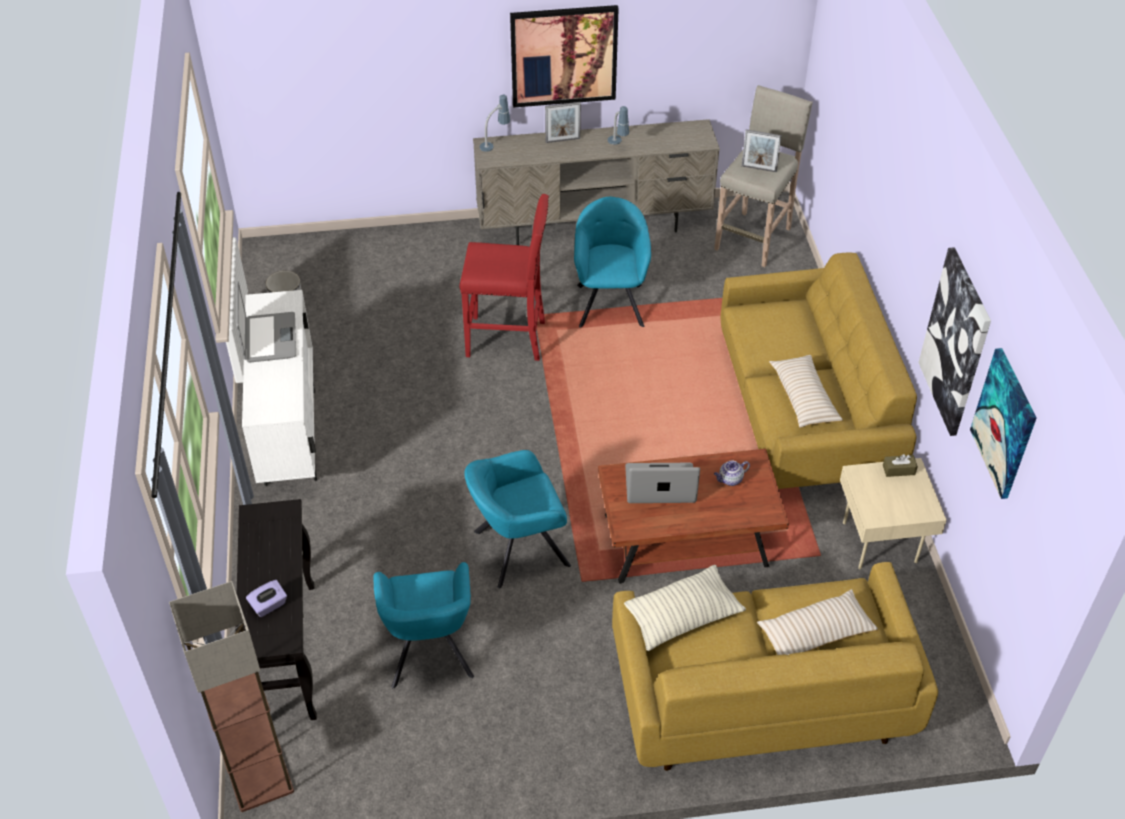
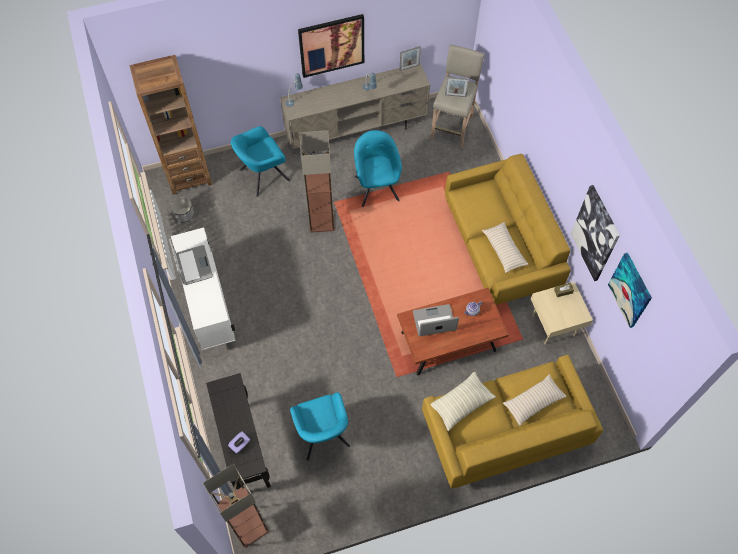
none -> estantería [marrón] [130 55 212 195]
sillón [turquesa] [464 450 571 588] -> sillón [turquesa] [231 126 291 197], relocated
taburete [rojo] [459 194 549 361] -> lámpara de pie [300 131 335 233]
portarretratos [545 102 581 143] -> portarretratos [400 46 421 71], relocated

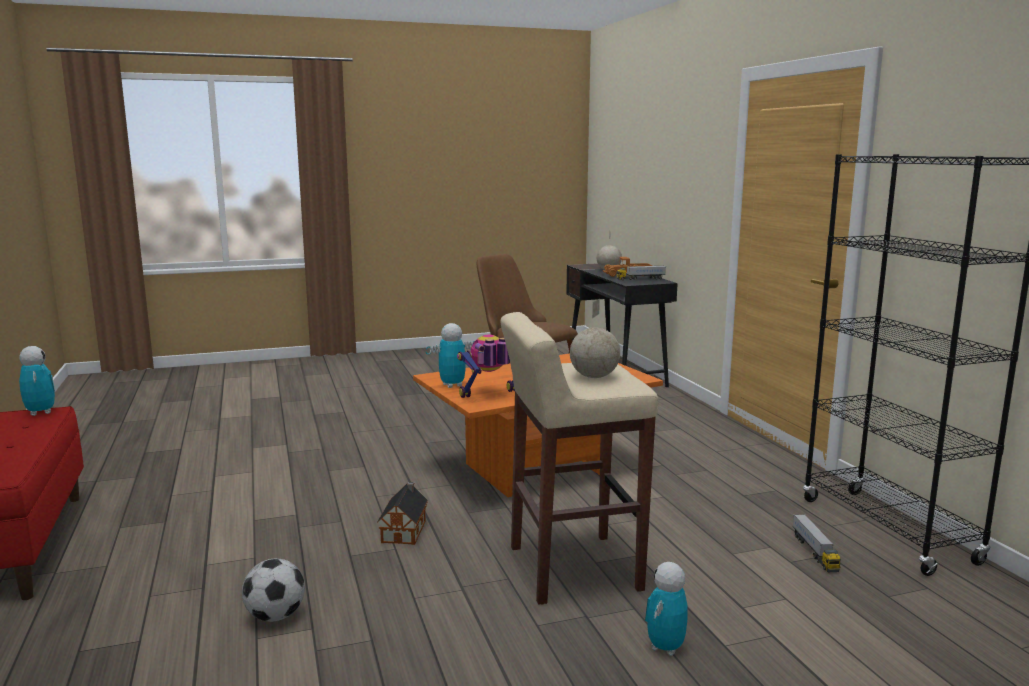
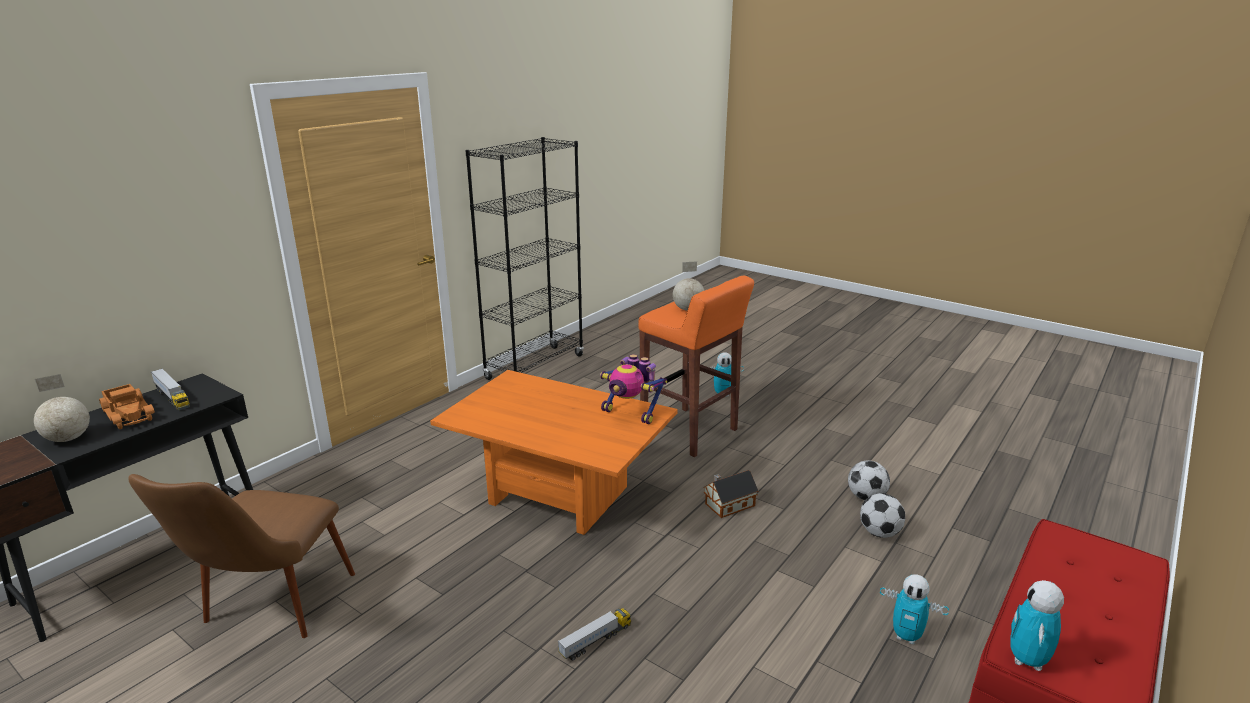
camión de juguete [793 514 841 572] -> camión de juguete [558 609 631 661], relocated
taburete [beis] [500 312 659 605] -> taburete [naranja] [638 276 754 457]
none -> balón de fútbol [860 493 905 538]
robot de juguete [426 323 474 388] -> robot de juguete [880 574 949 645], relocated

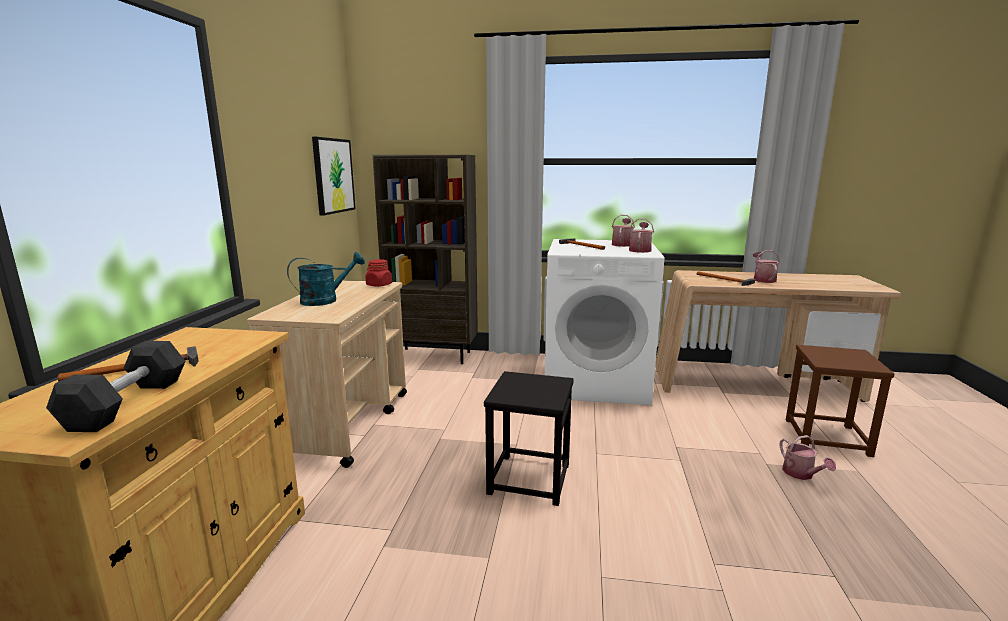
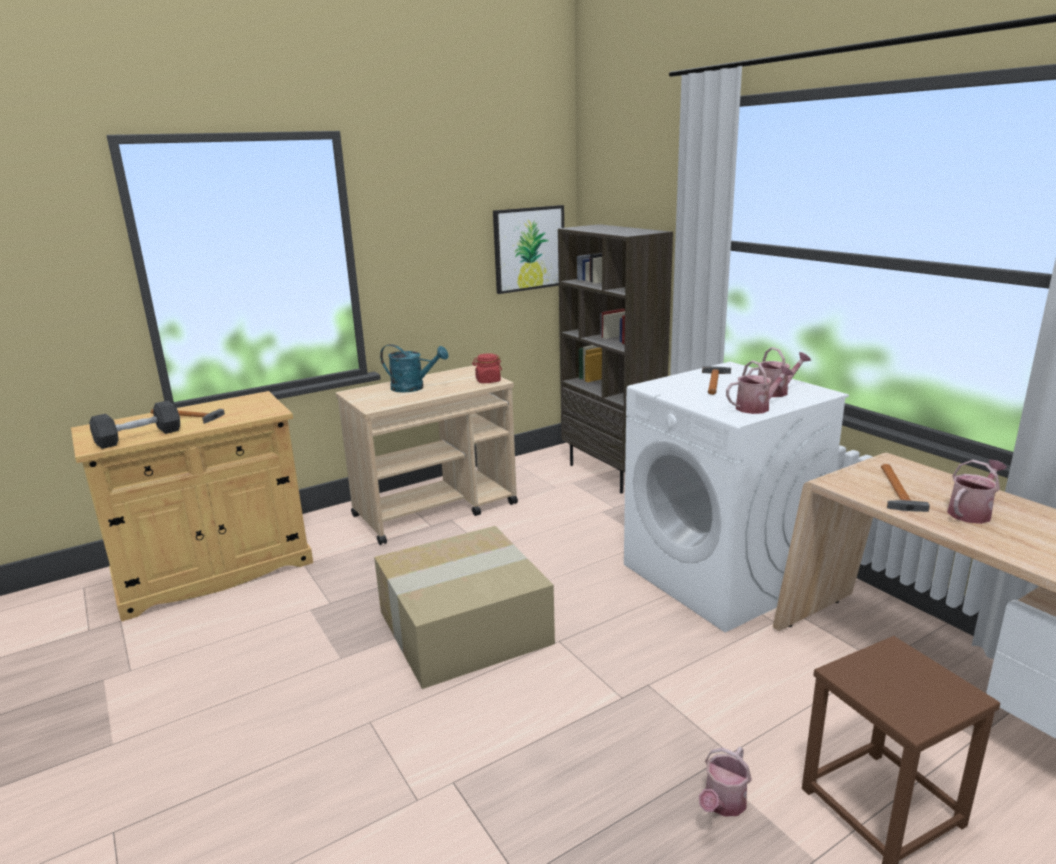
taburete [negro] [484 371 574 506] -> caja de cartón [374 526 555 689]

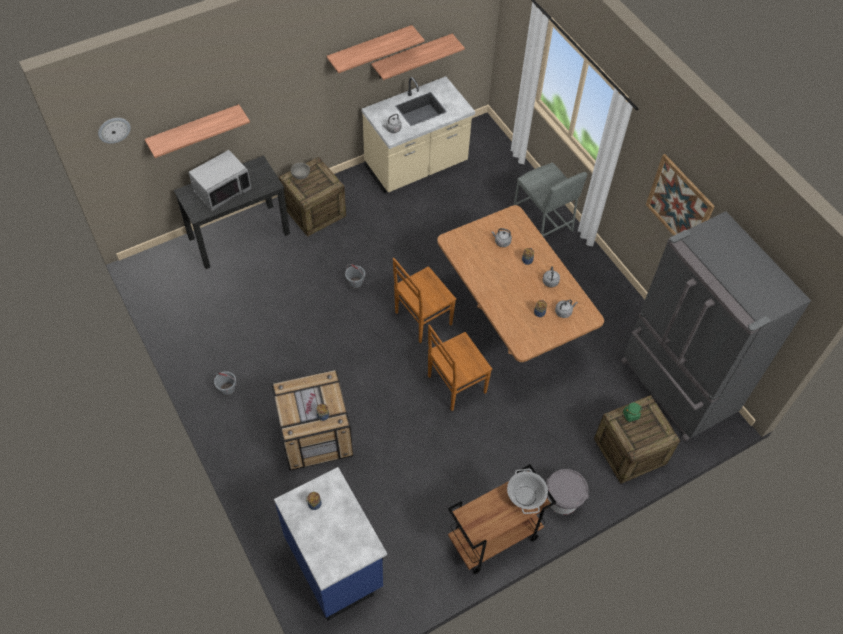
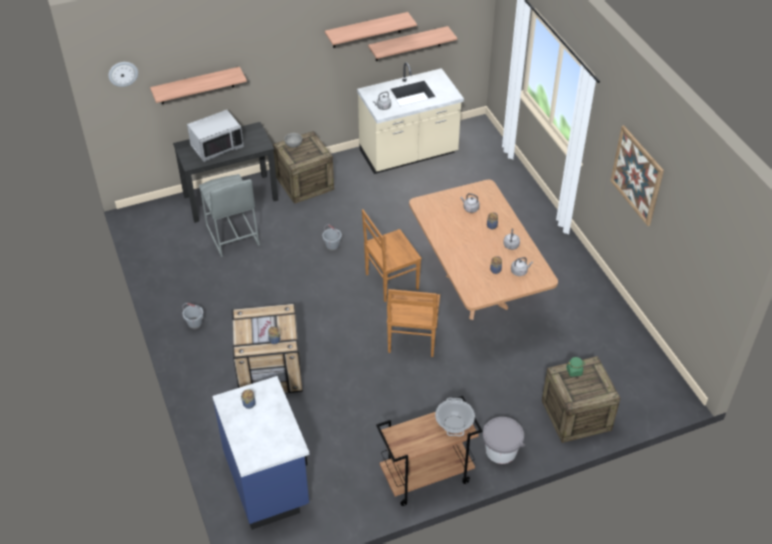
taburete [gris] [514 162 587 237] -> taburete [gris] [199 174 260 257], relocated
silla [marrón] [428 324 492 411] -> silla [marrón] [387 289 440 357], 60 degrees counterclockwise
nevera [gris] [621 211 811 441] -> none

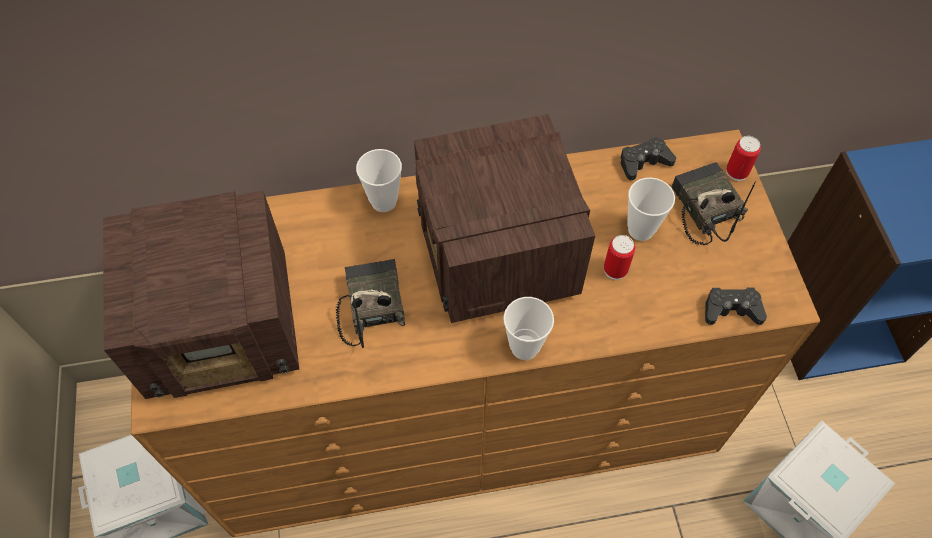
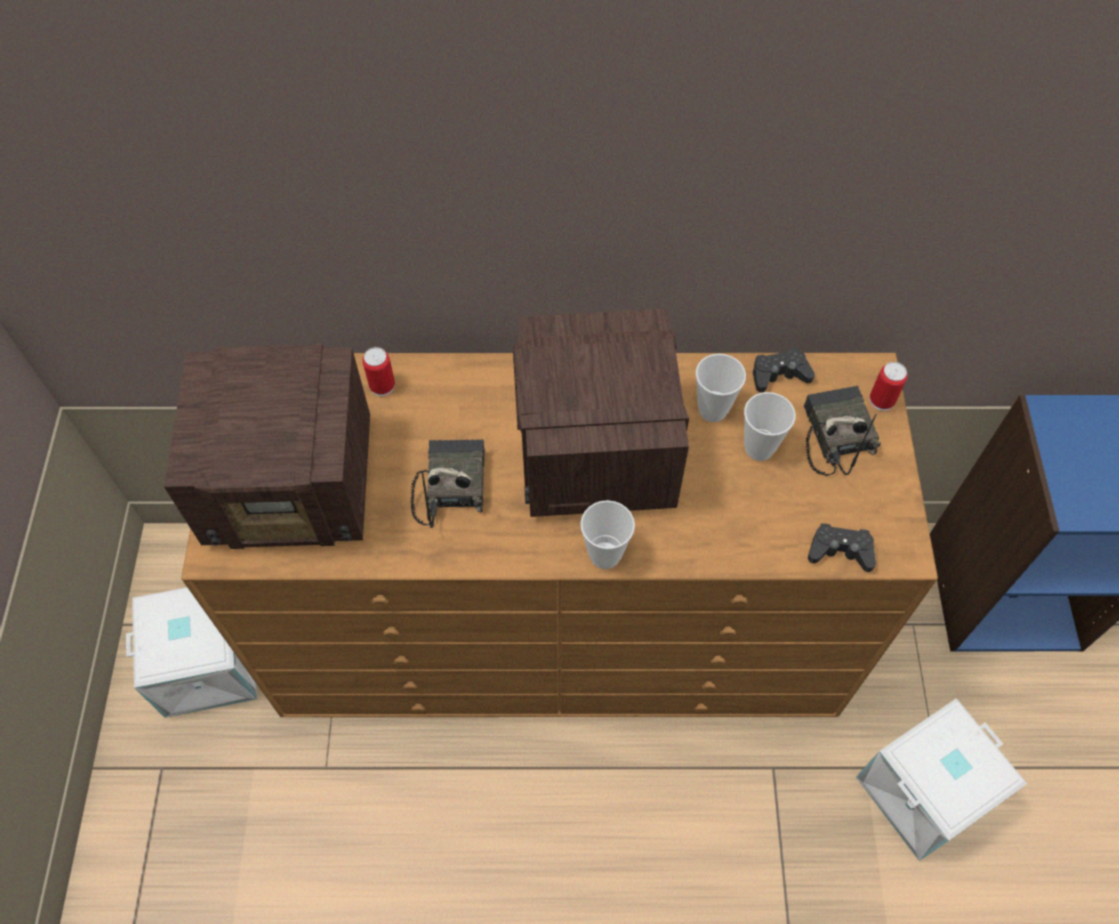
lata [604 235 635 280] -> lata [363 347 395 396], relocated
taza [356 149 402 212] -> taza [696 354 746 422], relocated

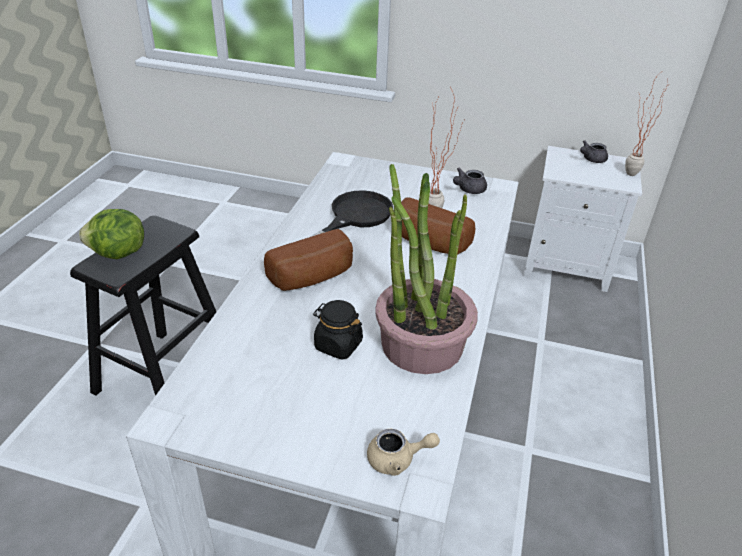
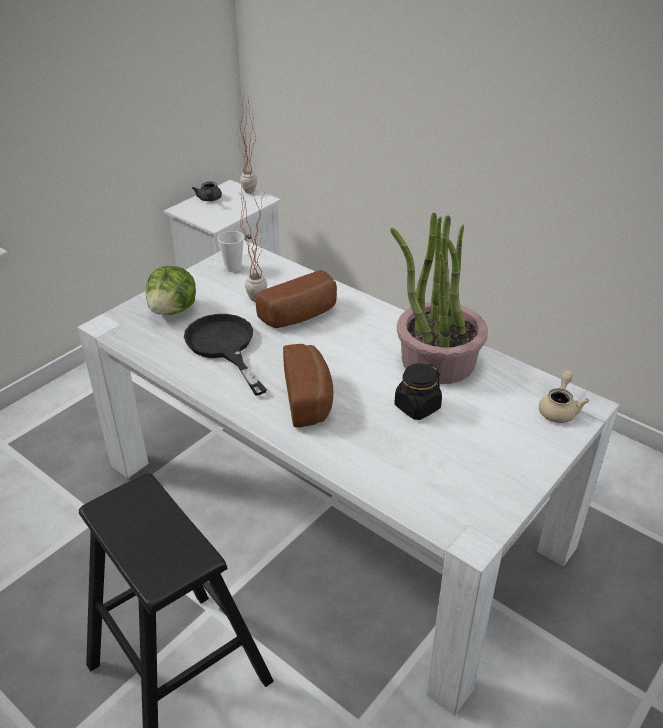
lechuga [79 209 144 259] -> lechuga [146 266 196 315], relocated
tetera [gris] [453 168 487 194] -> taza [217 231 244 272]

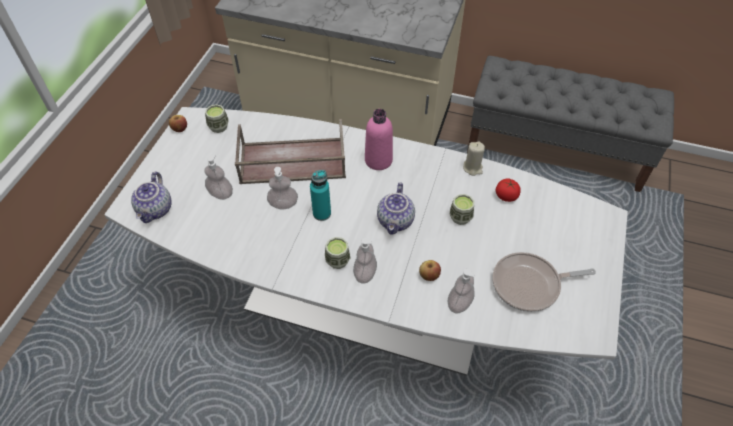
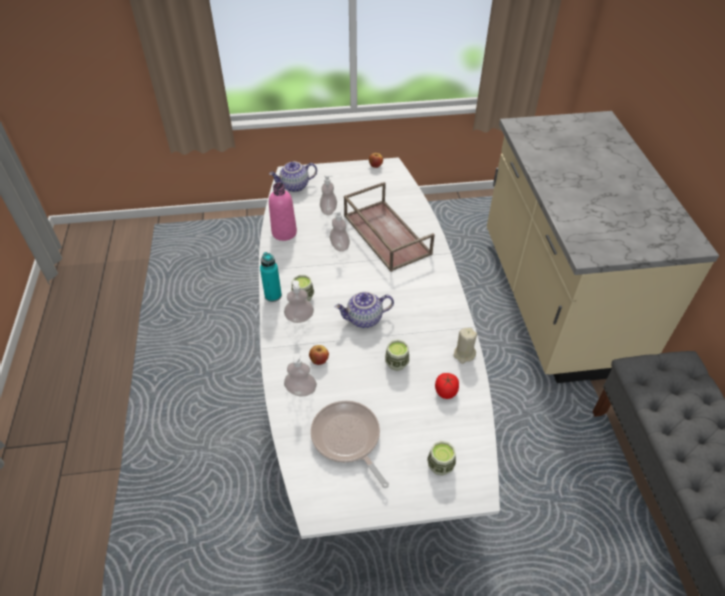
botella [turquesa] [310 170 331 221] -> botella [turquesa] [260 252 282 302], relocated
botella [rosa] [365 109 393 170] -> botella [rosa] [269 183 297 241], relocated
taza [205 104 229 133] -> taza [427 441 456 476], relocated

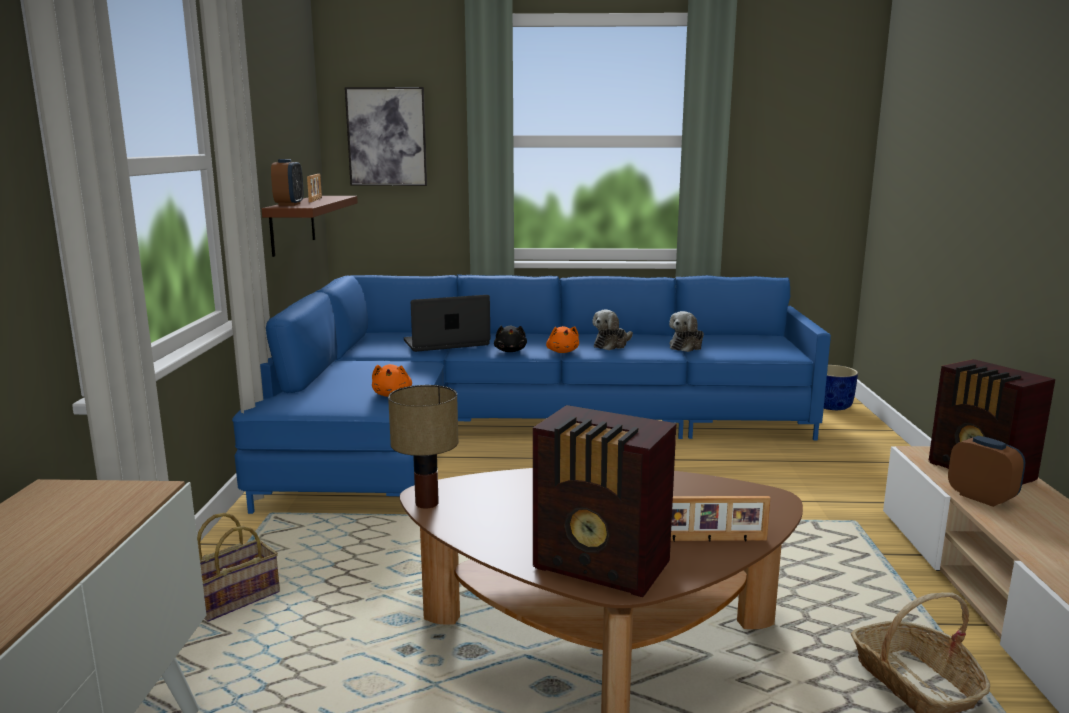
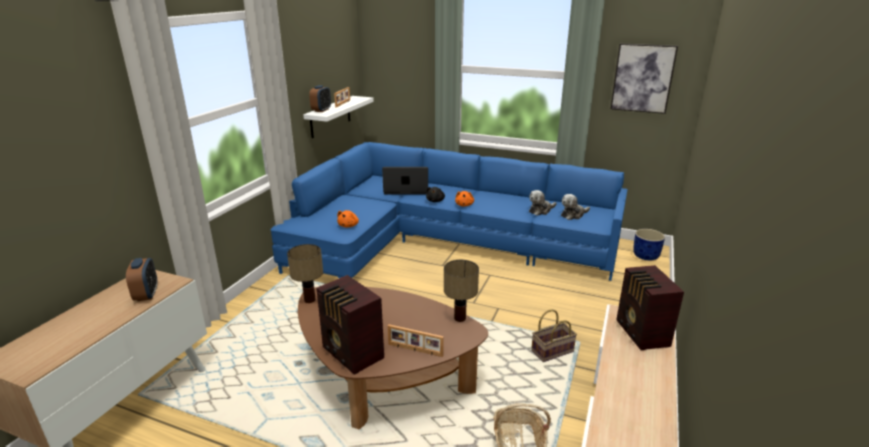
despertador [948 436 1025 507] -> despertador [126 258 158 301], relocated
estante [marrón] [262 196 358 257] -> estante [blanco] [303 96 374 138]
none -> lámpara de mesa [444 260 479 322]
cesta [197 513 280 621] -> cesta [531 309 577 362], relocated
peluche [592 310 633 350] -> peluche [561 194 590 220], relocated
cuadro [345 87 427 186] -> cuadro [611 43 678 114], relocated

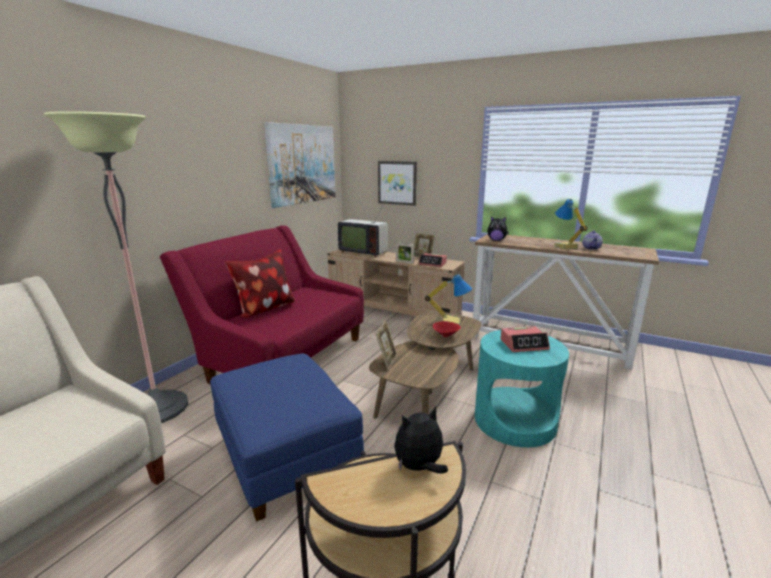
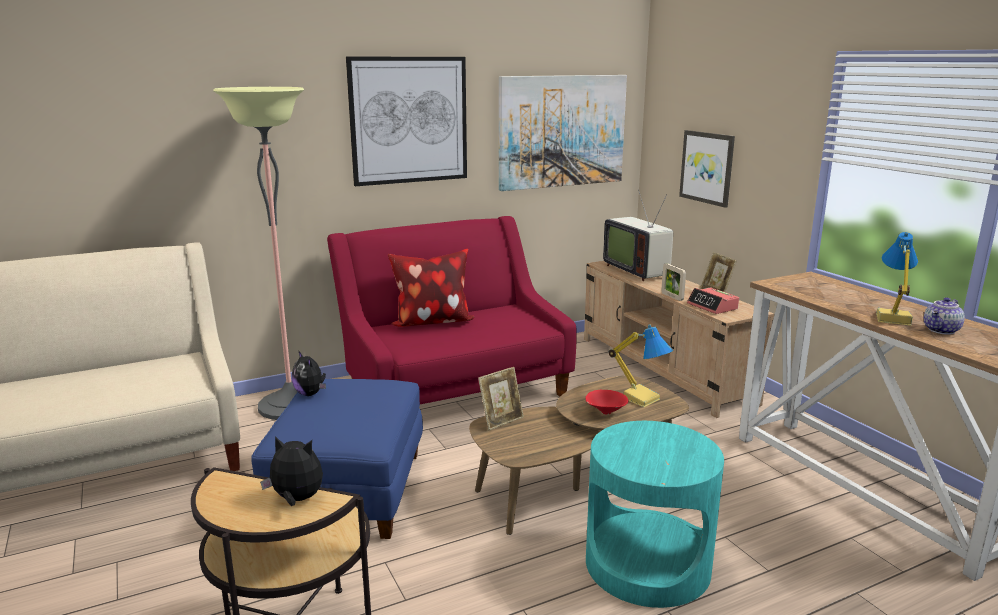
peluche [487 216 509 241] -> peluche [292 352 326 396], relocated
none -> cuadro [346 57 467 186]
despertador [500 326 550 352] -> none

